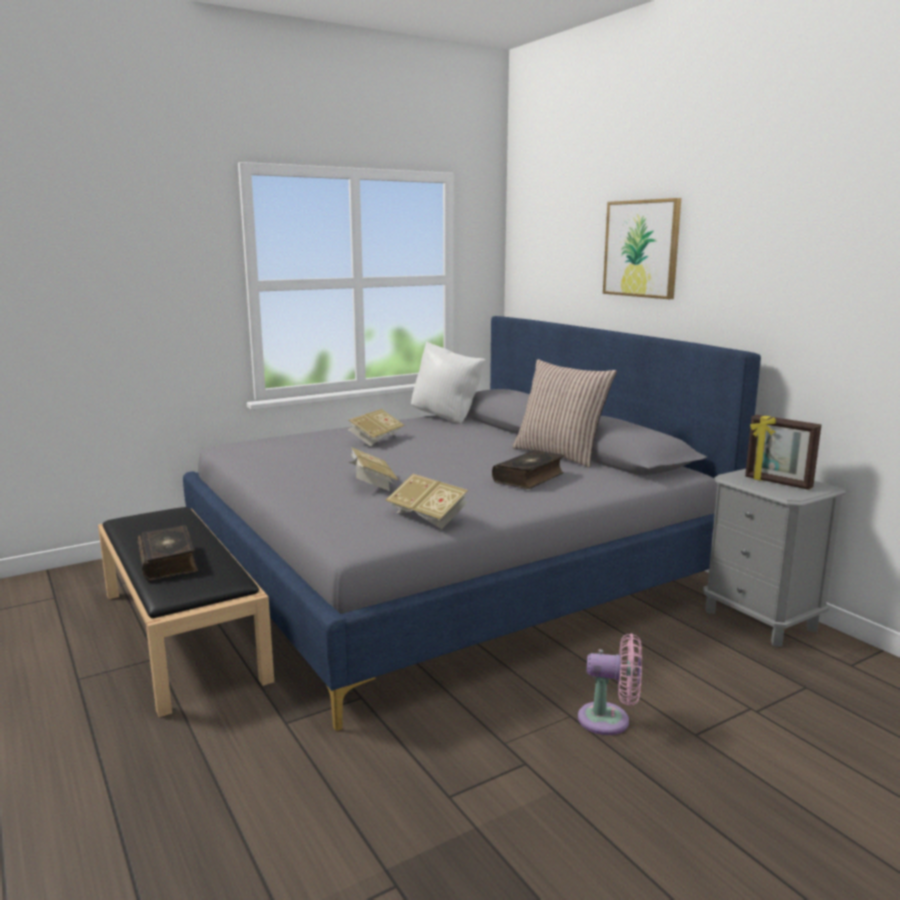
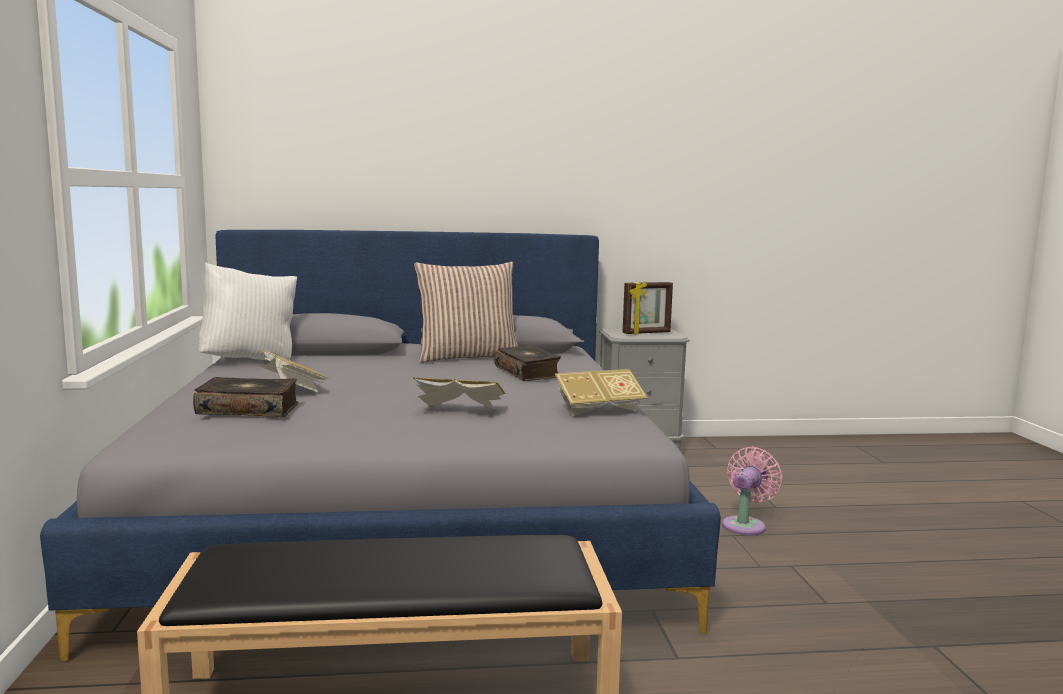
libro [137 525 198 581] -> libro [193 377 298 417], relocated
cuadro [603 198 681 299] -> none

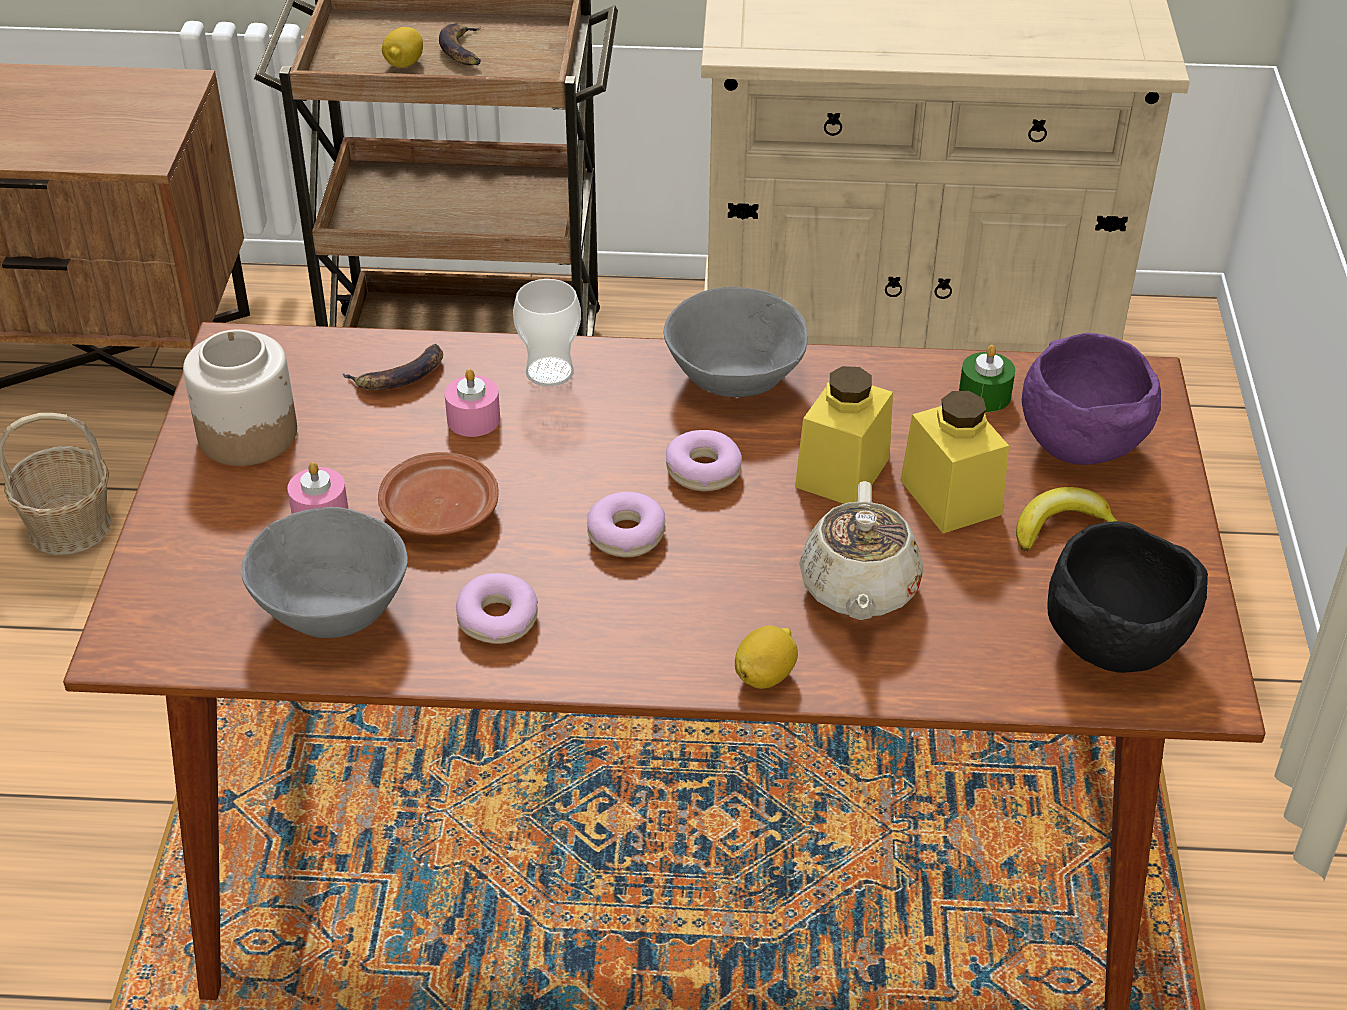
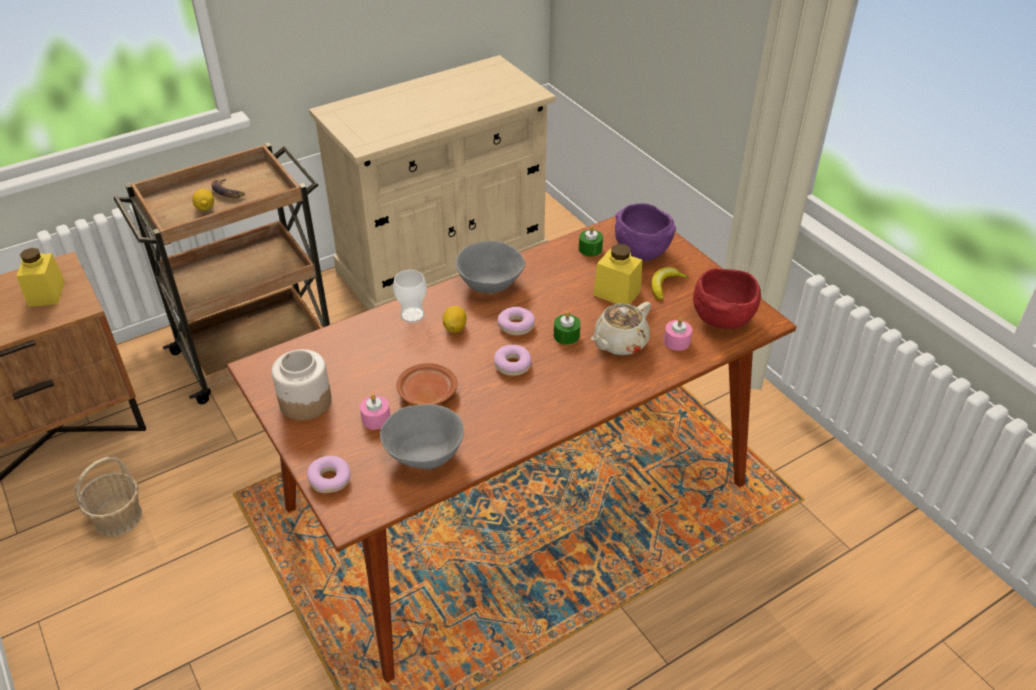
tarro [amarillo] [795 366 893 504] -> tarro [amarillo] [17 248 65 307], relocated
rosquilla [456 573 538 644] -> rosquilla [307 456 350 493], relocated
limón [735 626 798 689] -> limón [443 306 467 333], relocated
none -> vela [verde] [554 312 580 345]
tetera [beis] [799 481 923 620] -> tetera [beis] [591 302 651 355], 75 degrees clockwise
vela [rosa] [445 369 500 437] -> vela [rosa] [664 317 692 351], relocated
cuenco [negro] [1048 521 1208 673] -> cuenco [rojo] [693 268 761 329]
plátano [343 344 443 390] -> none

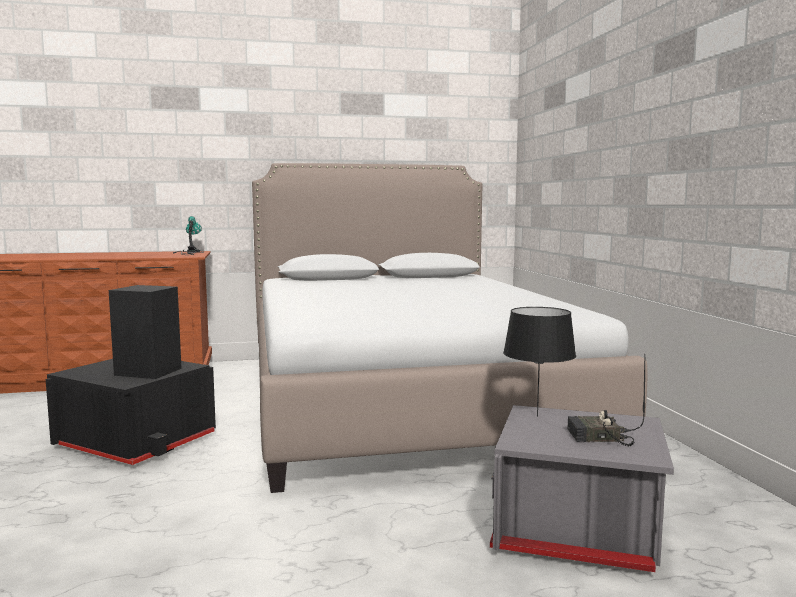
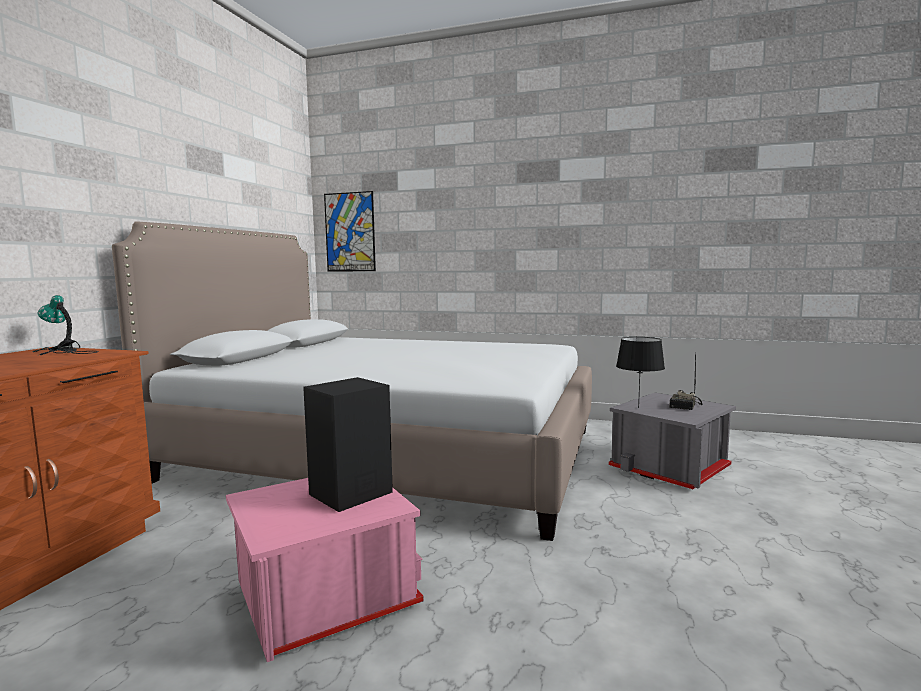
caja de almacenaje [negro] [46 359 216 465] -> caja de almacenaje [rosa] [226 478 424 662]
none -> cuadro [324 191 376 272]

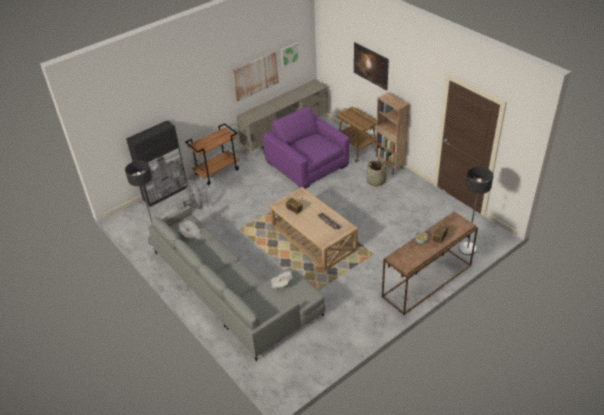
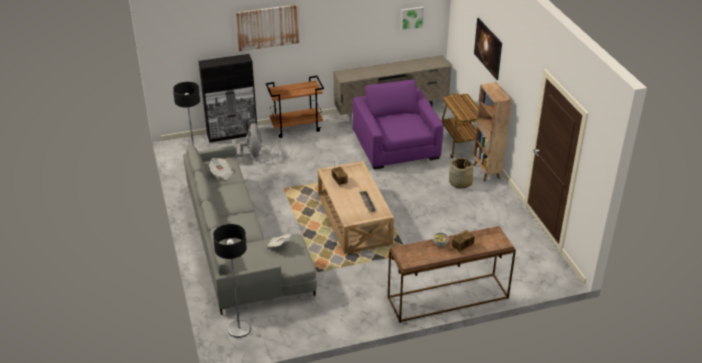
lámpara de pie [459 167 493 255] -> lámpara de pie [213 224 251 338], relocated
cuadro [232 51 279 102] -> cuadro [235 4 300 51], relocated

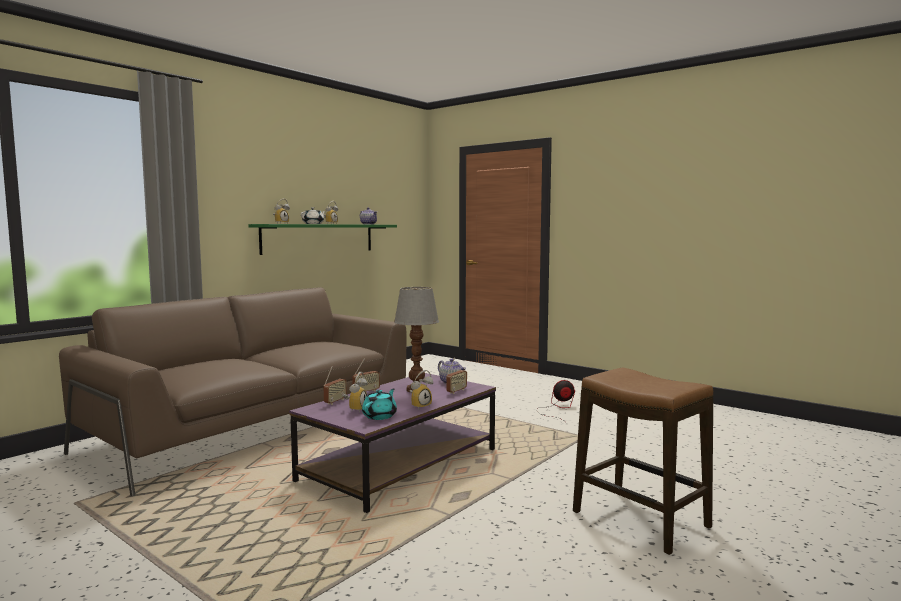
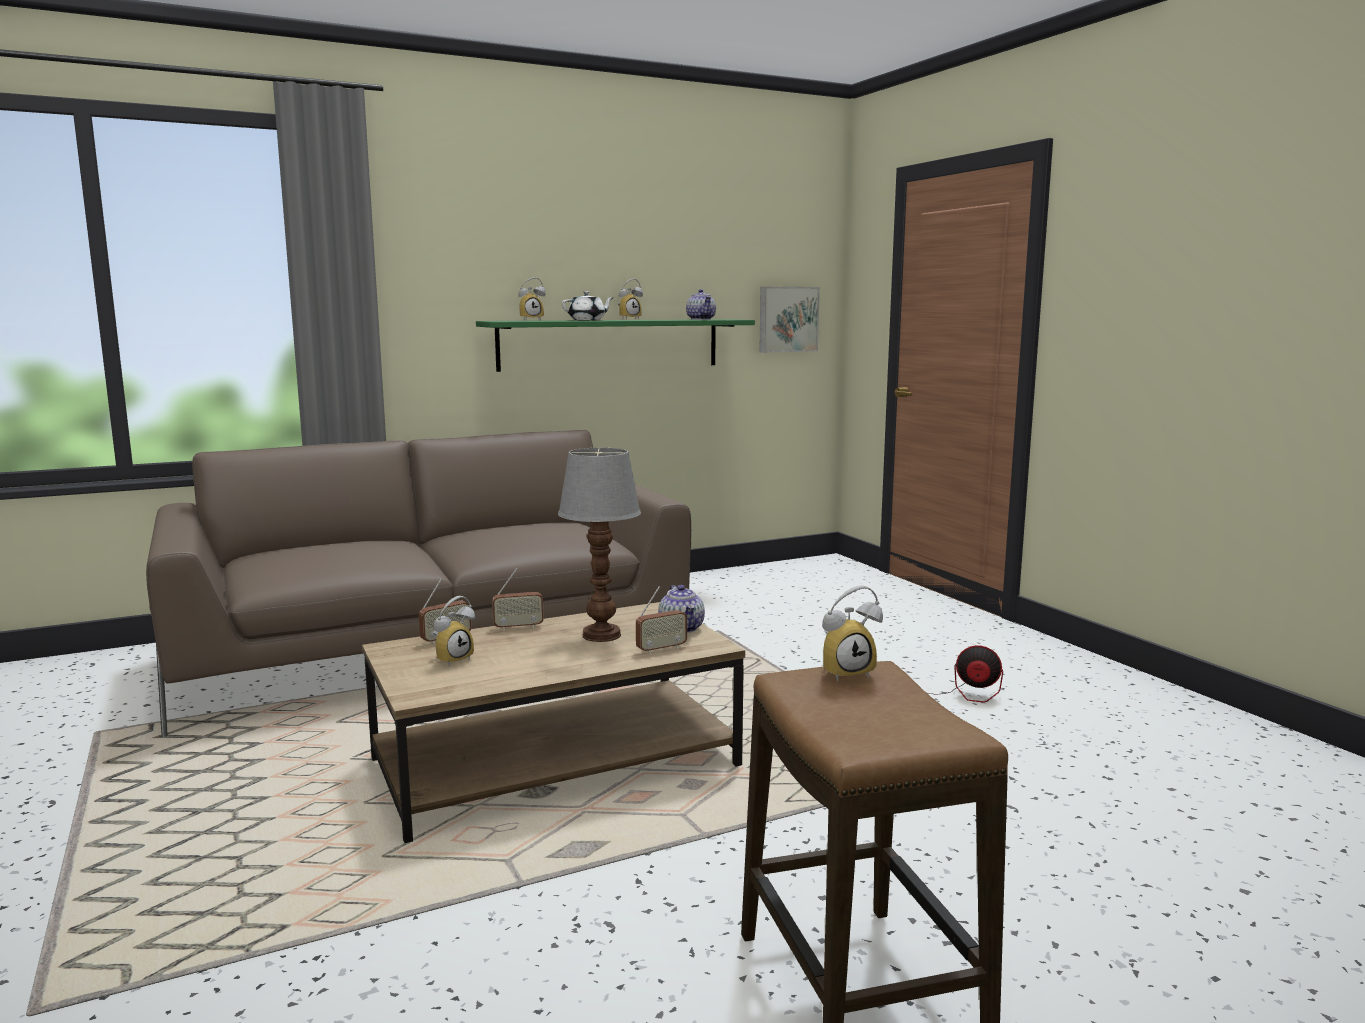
mesa de centro [morado] [289 373 496 513] -> mesa de centro [marrón] [362 602 745 843]
none -> cuadro [759 287 820 353]
despertador [409 370 433 409] -> despertador [822 585 883 682], relocated
tetera [turquesa] [362 389 397 420] -> none

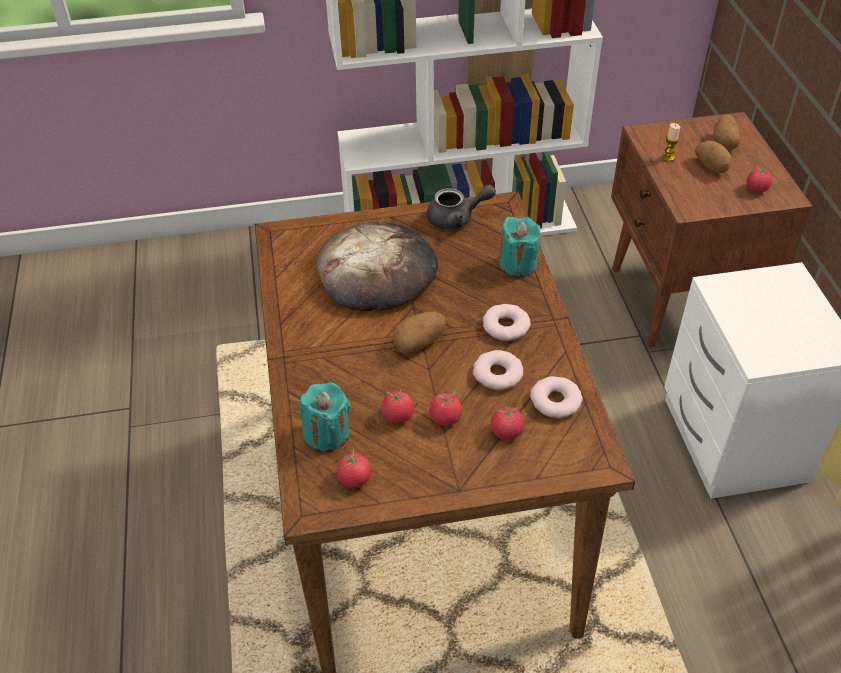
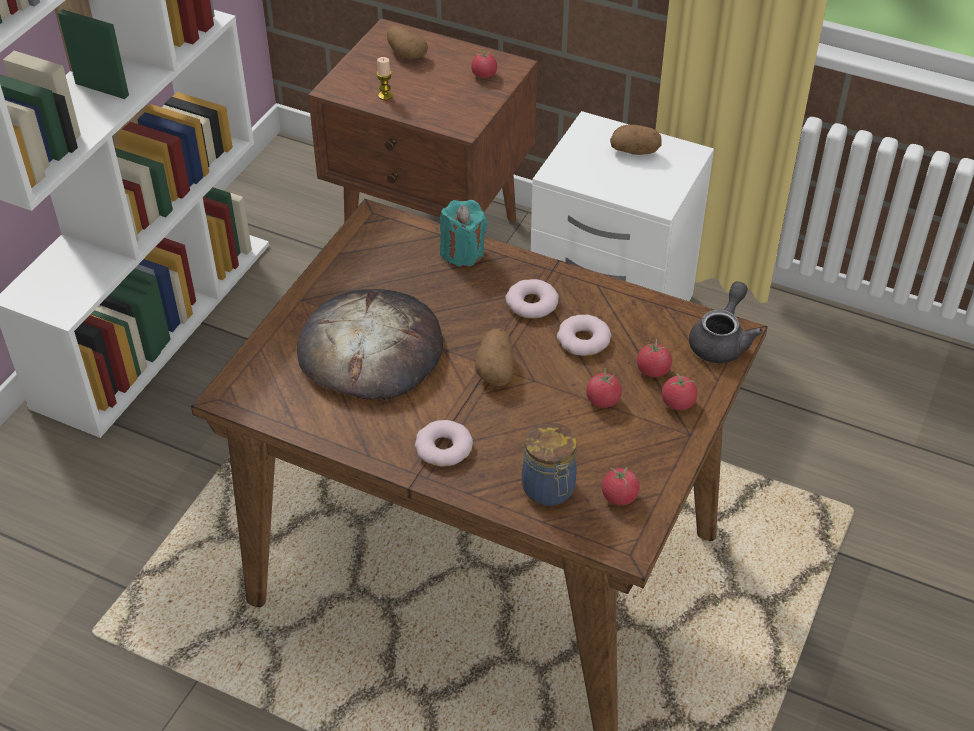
rosquilla [530 376 583 418] -> rosquilla [415 420 473 467], relocated
vela [turquesa] [300 382 350 452] -> tarro [522 422 577 506]
patata [695 141 731 173] -> patata [610 125 661 155], relocated
tomate [381 390 414 424] -> tomate [662 373 698 410], relocated
tetera [gris] [427 185 496 230] -> tetera [gris] [689 281 763 363], relocated

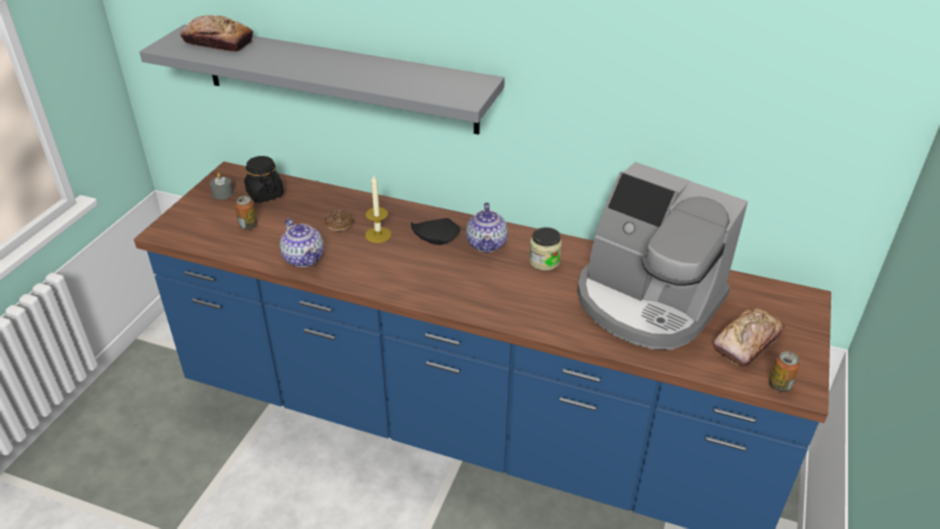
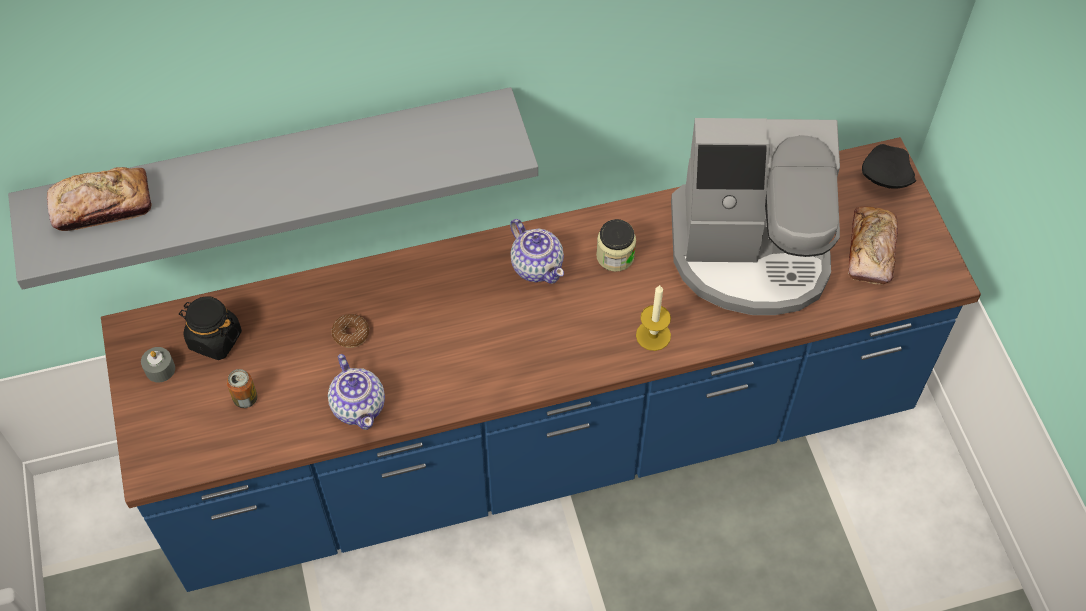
tetera [280 218 324 267] -> tetera [328 354 385 430], 45 degrees clockwise
vela [365 174 392 243] -> vela [636 285 671 351], relocated
plato [negro] [411 218 460 245] -> plato [negro] [862 144 916 189], relocated
lata [769 351 800 392] -> none

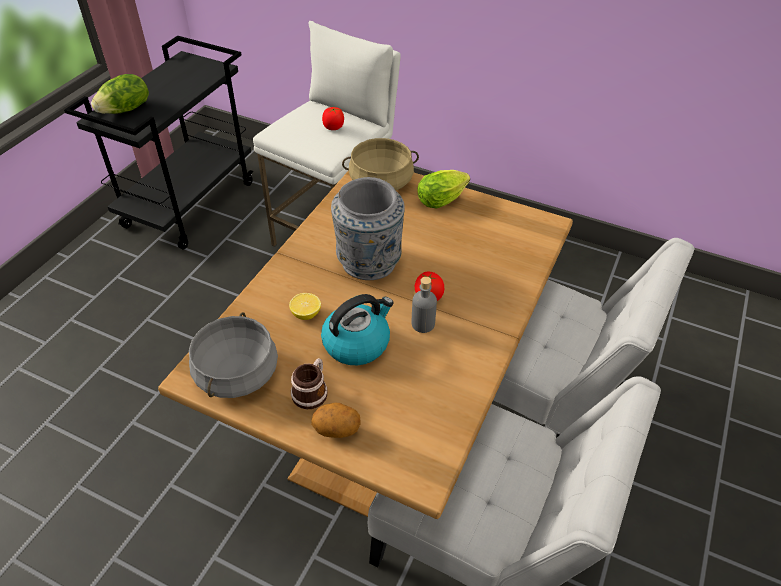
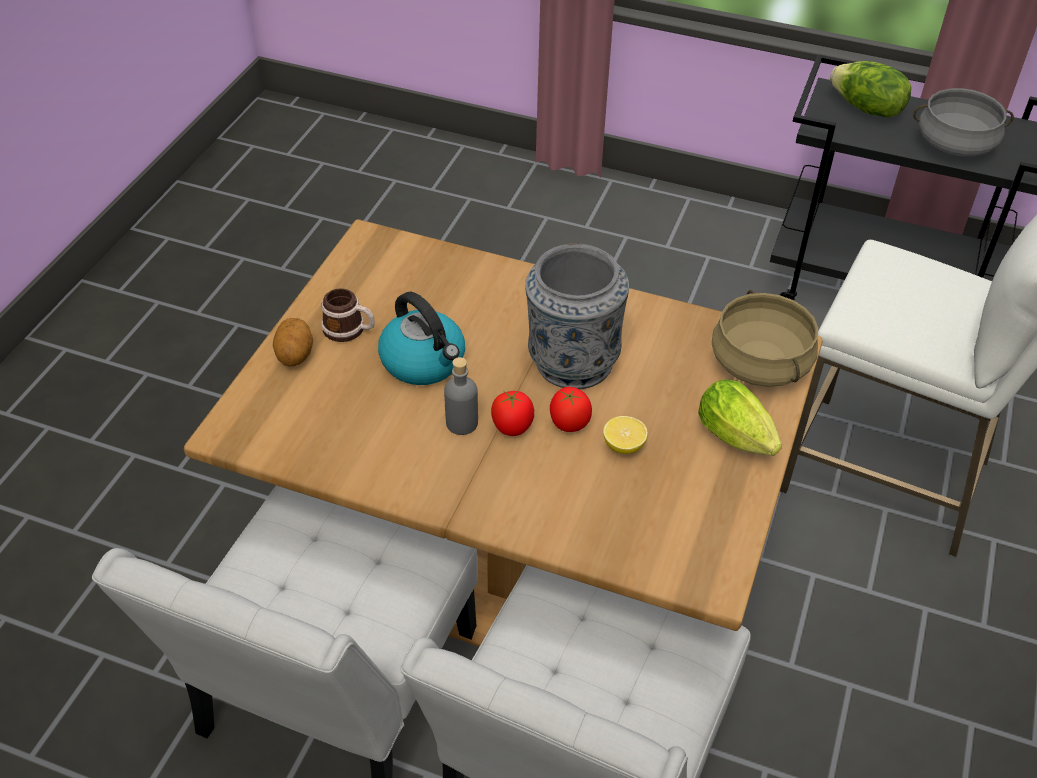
tomate [322 107 344 130] -> tomate [550 387 592 432], relocated
limón [289 293 321 320] -> limón [603 416 648 454], relocated
olla [gris] [189 312 278 398] -> olla [gris] [913 88 1014 157], relocated

